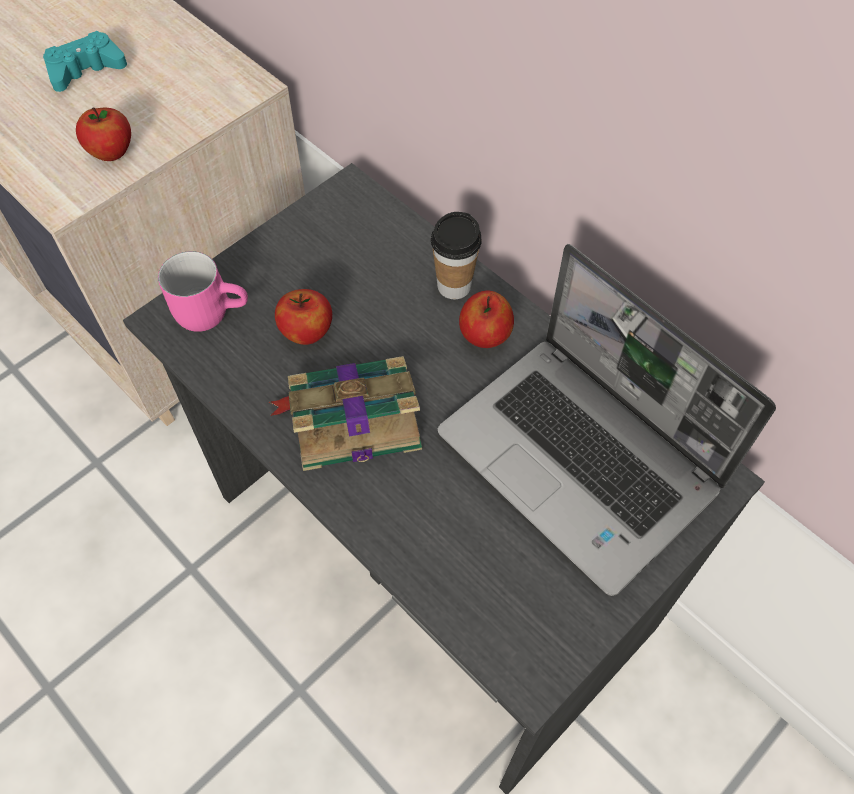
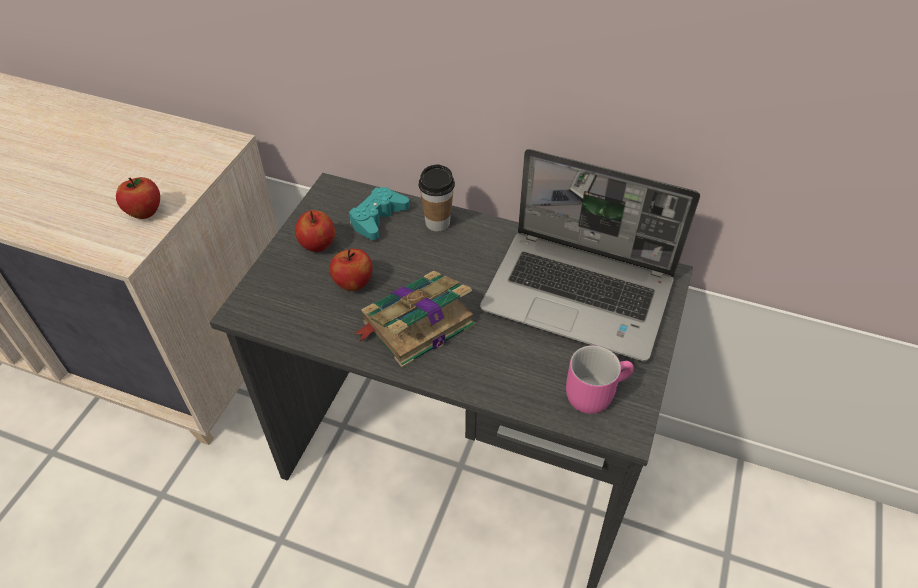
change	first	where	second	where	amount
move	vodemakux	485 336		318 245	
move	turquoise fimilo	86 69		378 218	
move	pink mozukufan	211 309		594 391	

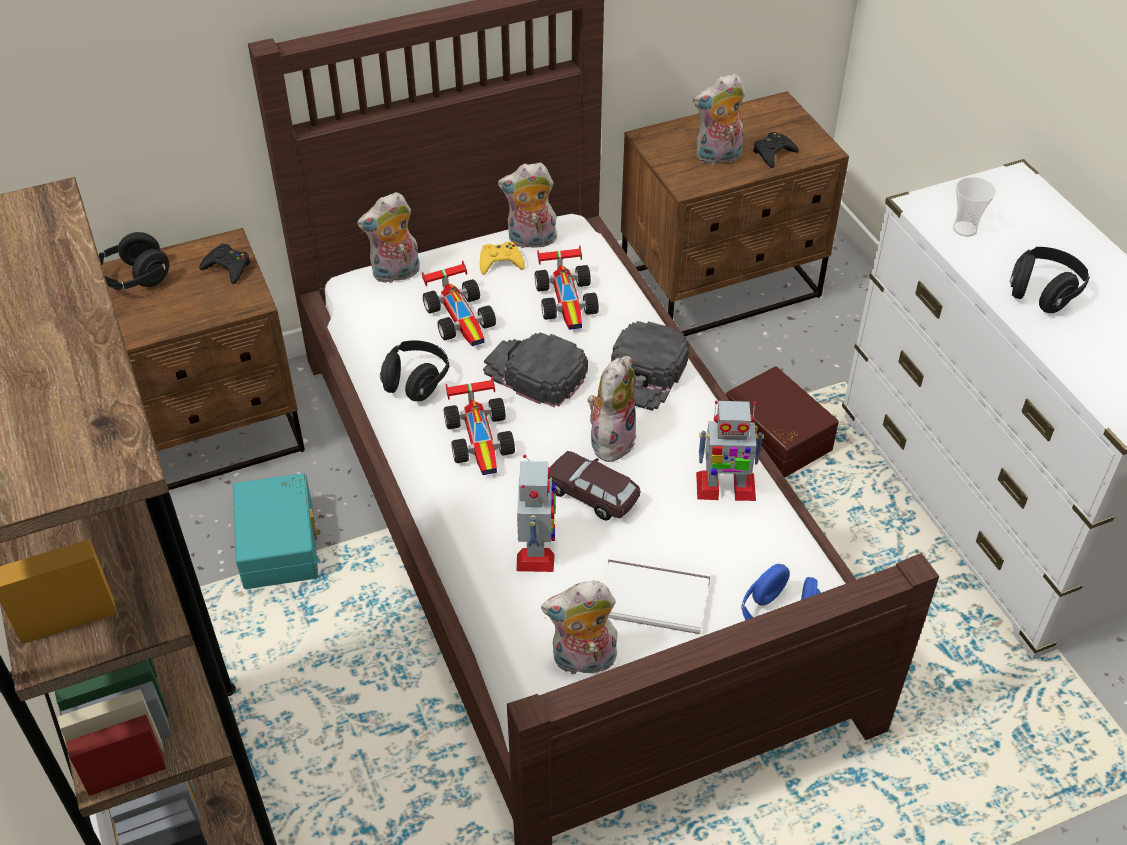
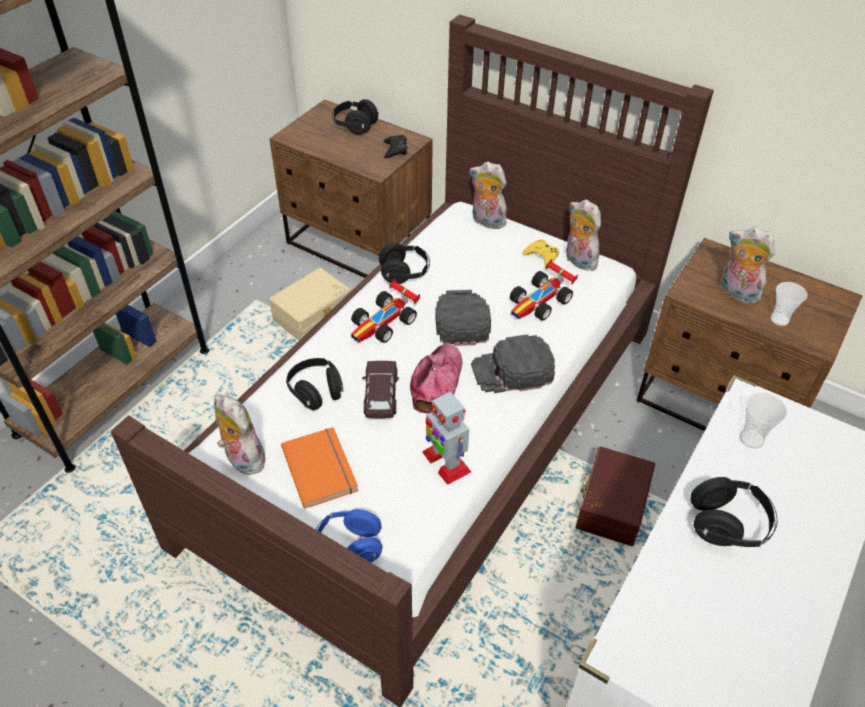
change	first	where	second	where	amount
recolor	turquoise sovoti	281 544	beige sovoti	314 316	
recolor	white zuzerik	654 593	orange zuzerik	322 468	
replace	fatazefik	536 548	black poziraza	316 392	
replace	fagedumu	610 439	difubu	437 382	
replace	black fimilo	773 153	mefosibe	779 319	
delete	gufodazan	461 317			

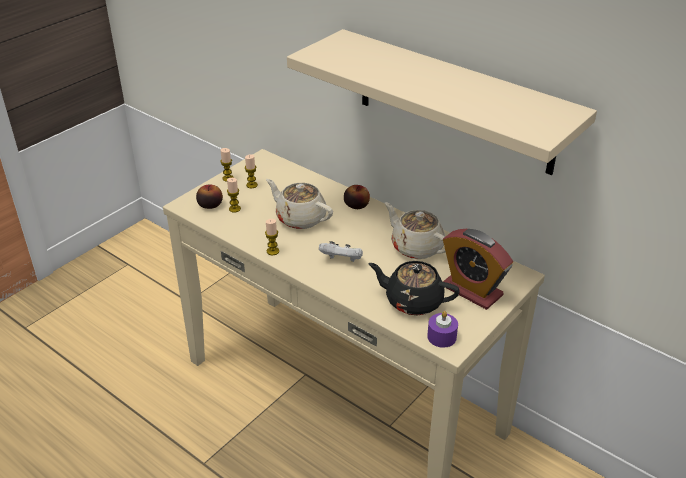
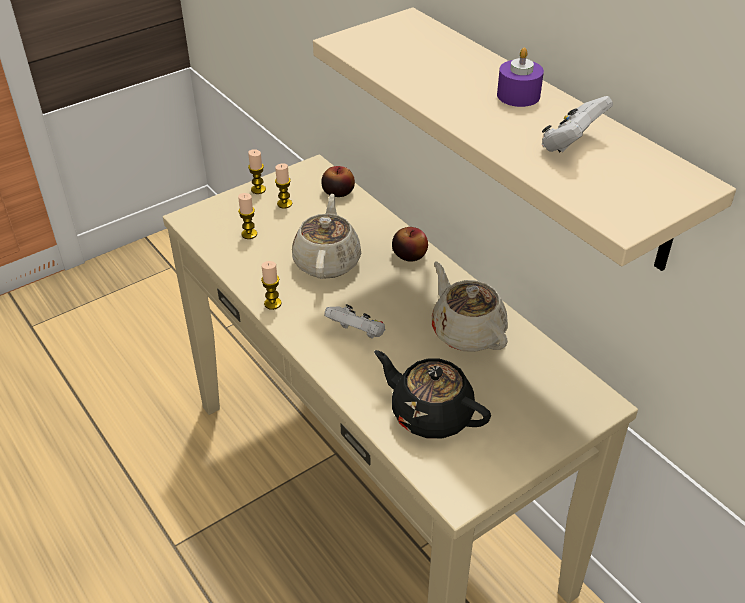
change	first	where	second	where	amount
rotate	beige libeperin	300 218		327 261	45 degrees clockwise
move	vodemakux	210 205		338 192	
move	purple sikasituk	441 337		518 95	
insert			white fimilo	571 144	
delete	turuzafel	472 290			

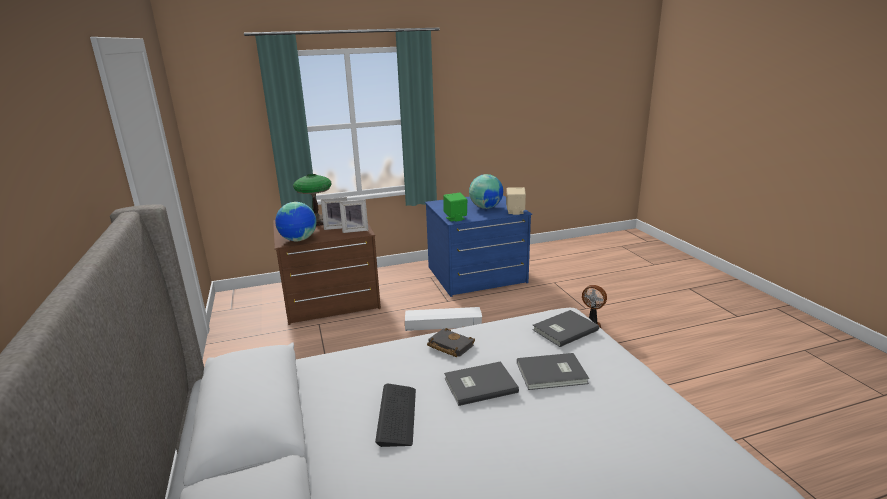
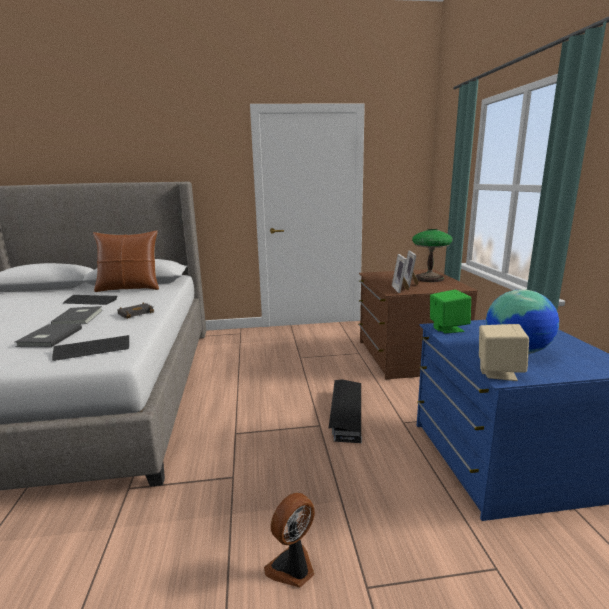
change	first	where	second	where	amount
replace	grey zuzerik	563 329	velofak	92 349	
insert			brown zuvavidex	130 288	
recolor	white sovoti	443 323	black sovoti	346 414	
delete	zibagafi	298 240			

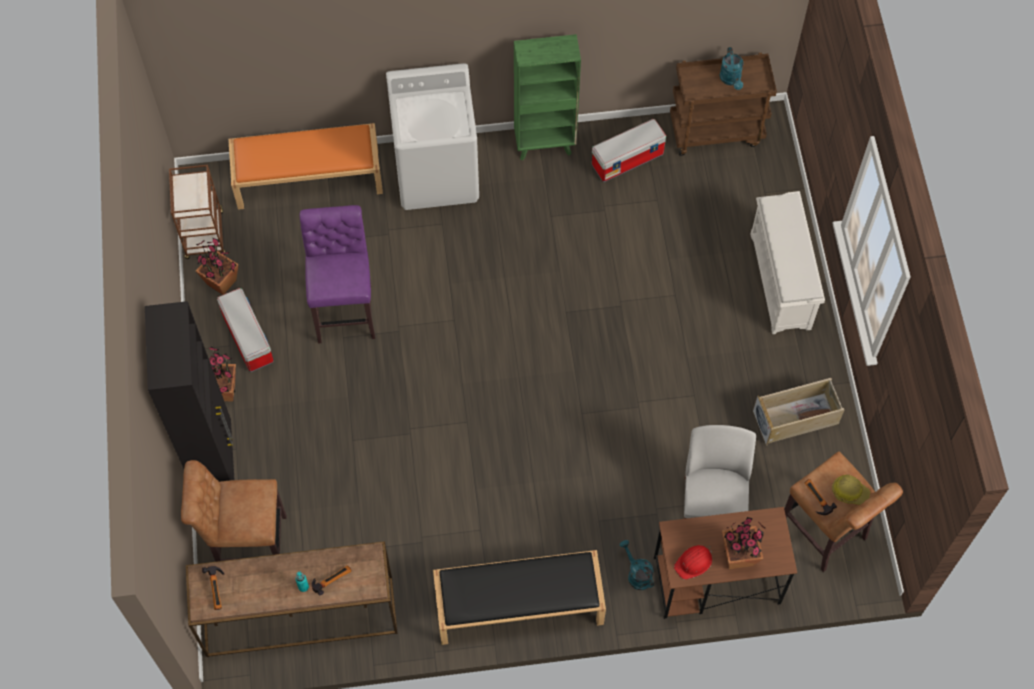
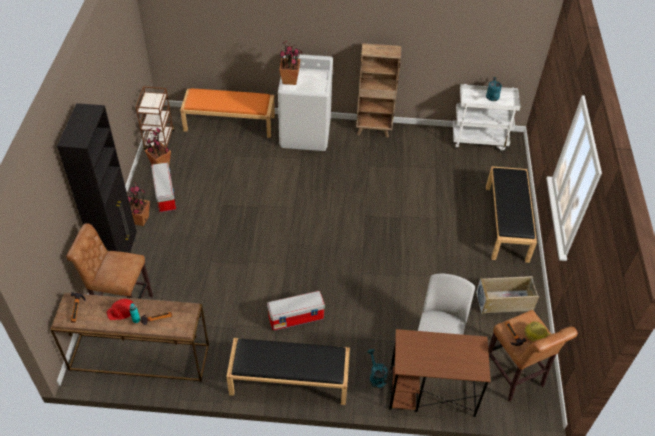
change	first	where	second	where	amount
move	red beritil	694 562		122 311	
move	sovoti	628 159		296 317	
move	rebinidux	738 556		290 80	
recolor	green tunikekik	545 145	brown tunikekik	374 130	
recolor	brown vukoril	716 130	white vukoril	479 140	
replace	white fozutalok	781 282	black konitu	507 223	
delete	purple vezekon	345 309			

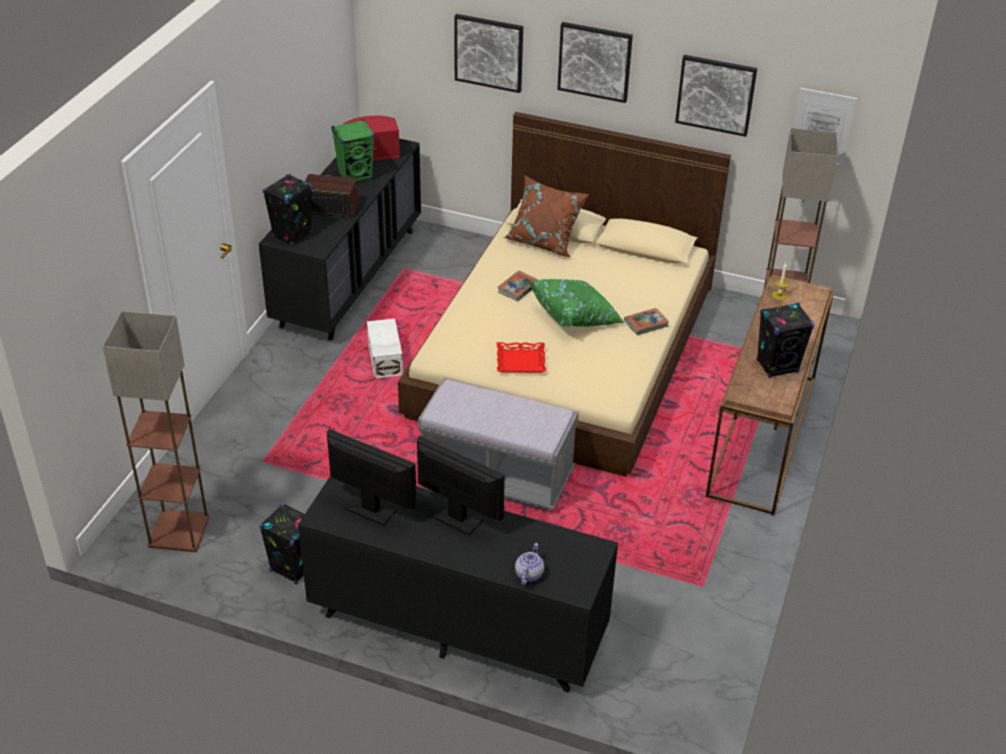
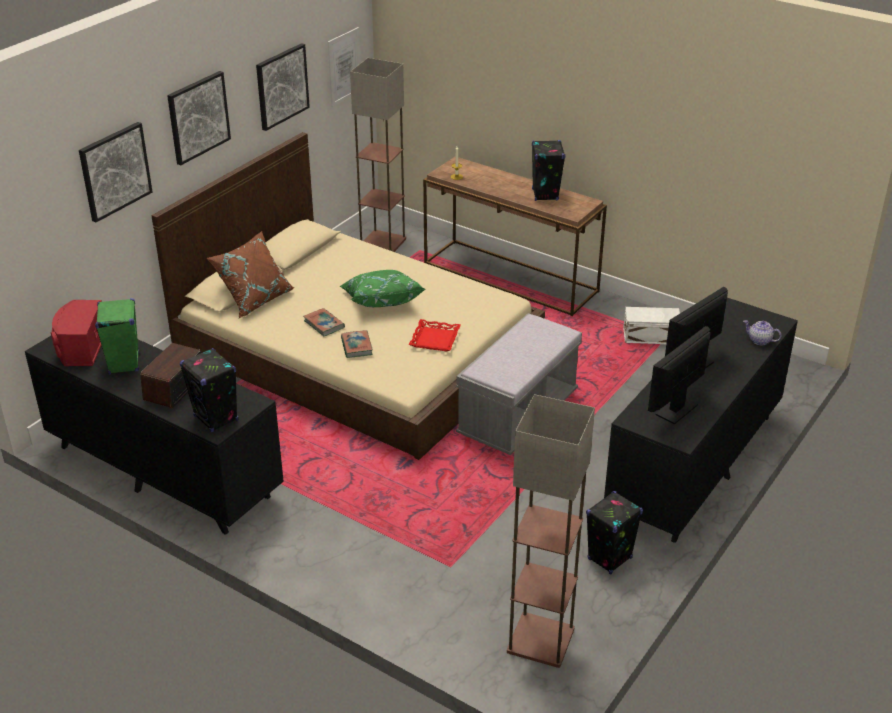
change	first	where	second	where	amount
move	zuzerik	646 324		356 346	
move	white sovoti	384 360		651 337	

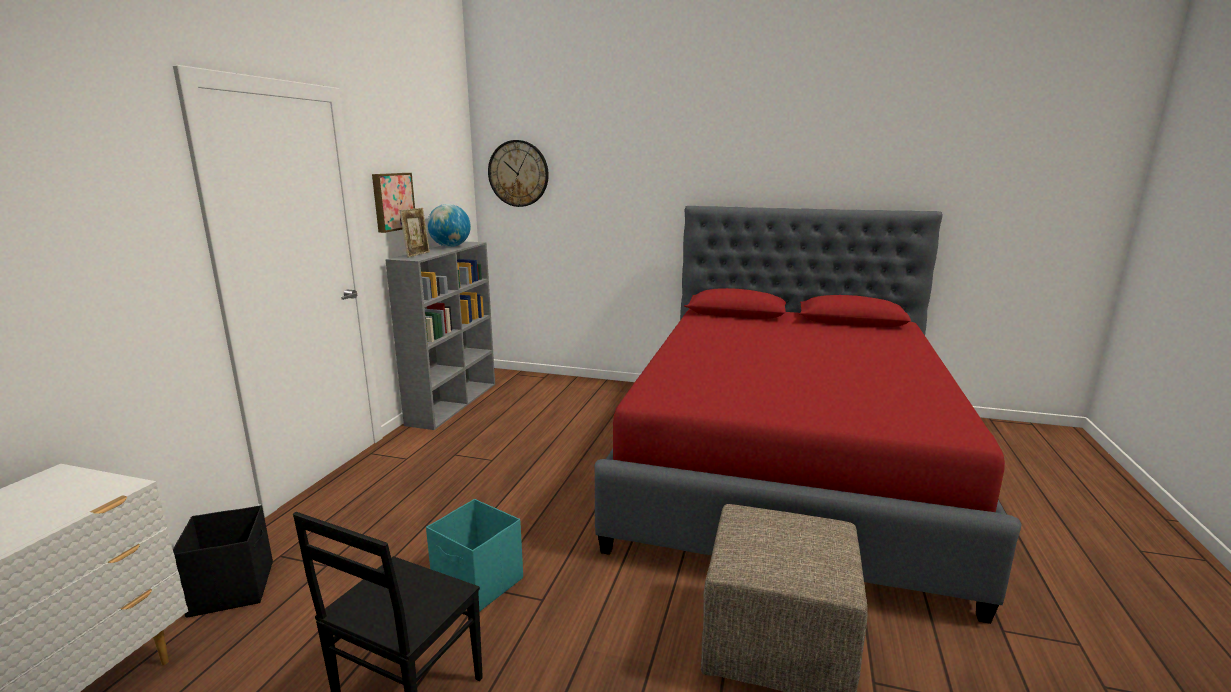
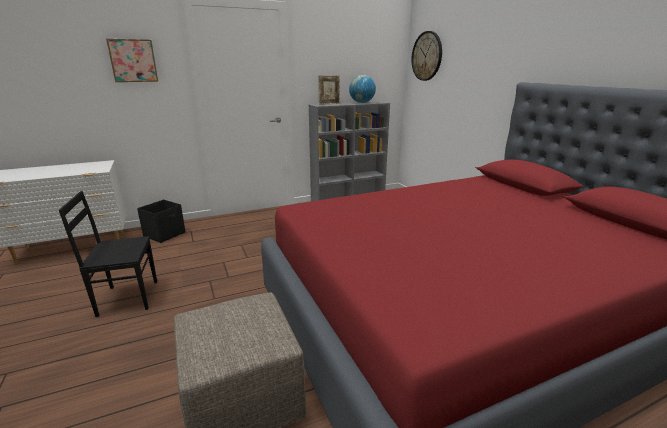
change	first	where	second	where	amount
move	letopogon	392 201		133 60	
delete	turquoise sovoti	478 583			

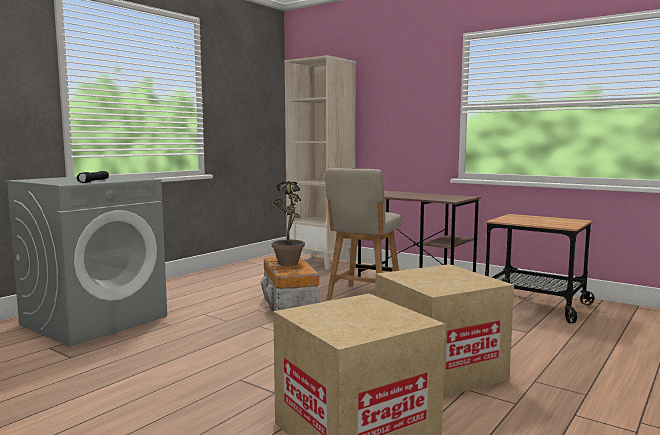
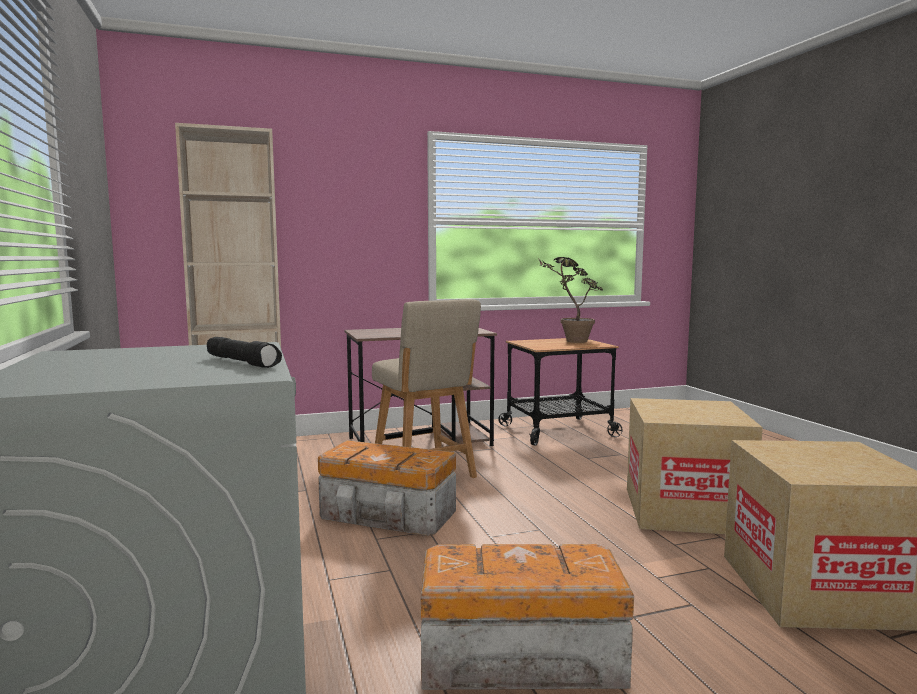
change	first	where	second	where	amount
insert			sovoti	517 656	
move	rebinidux	288 262		569 340	

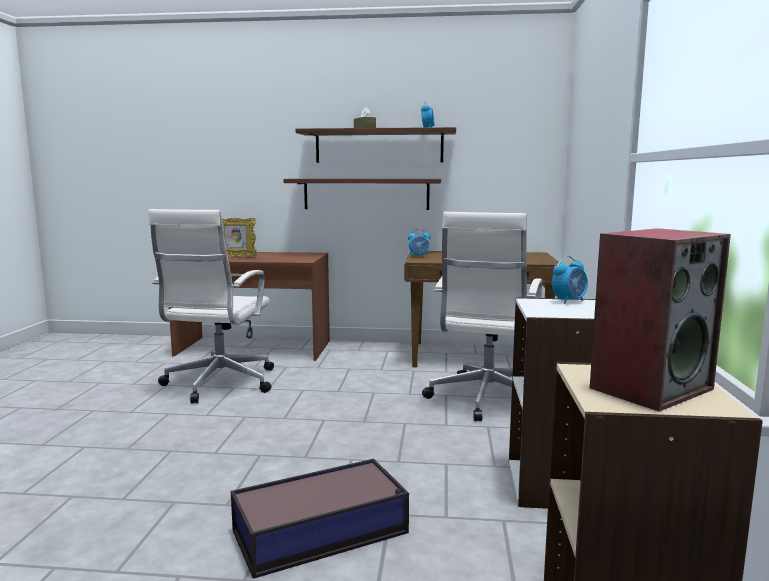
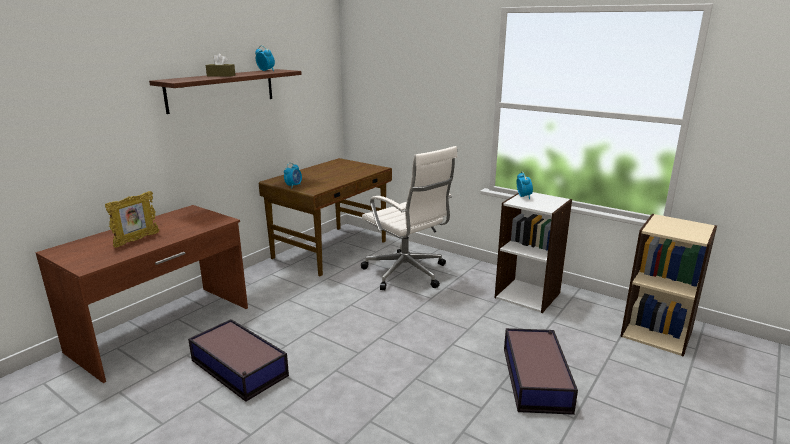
change	first	where	second	where	amount
replace	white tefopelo	218 384	sovoti	239 368	
delete	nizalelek	366 194			
delete	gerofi	650 388			

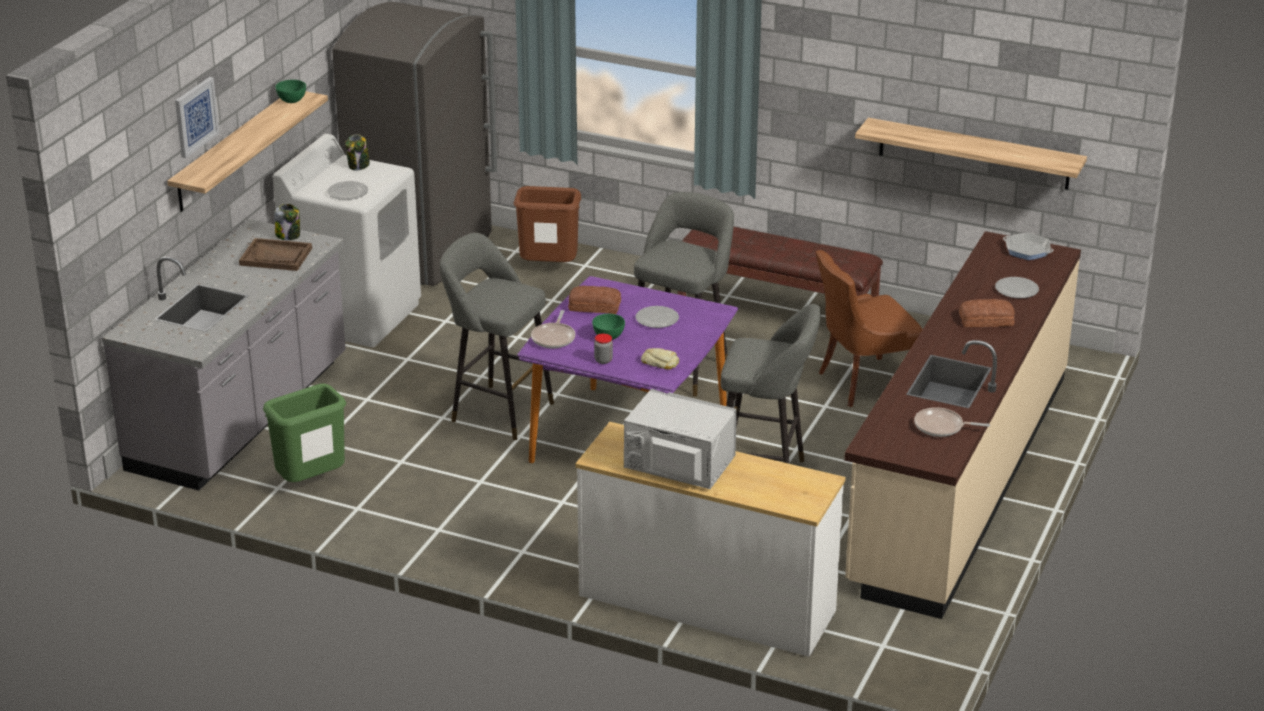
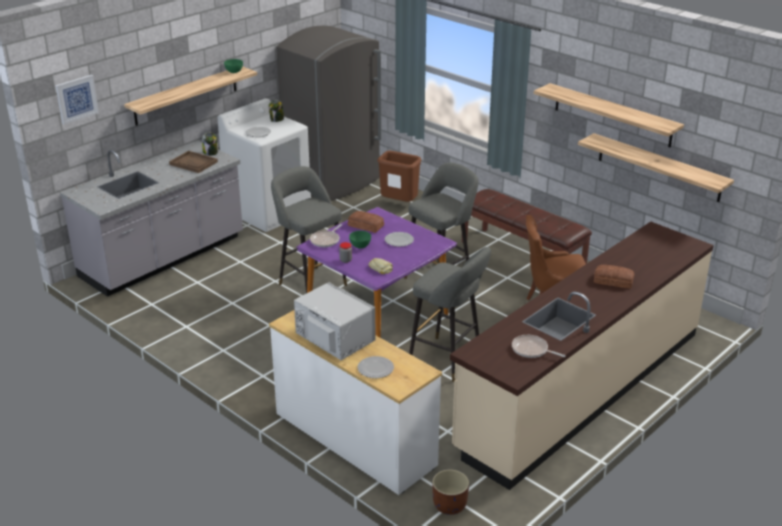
change	first	where	second	where	amount
move	letopogon	195 117		76 99	
move	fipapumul	1017 290		376 369	
insert			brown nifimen	449 506	
insert			nizalelek	612 115	
delete	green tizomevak	311 483			
delete	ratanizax	1027 250			

